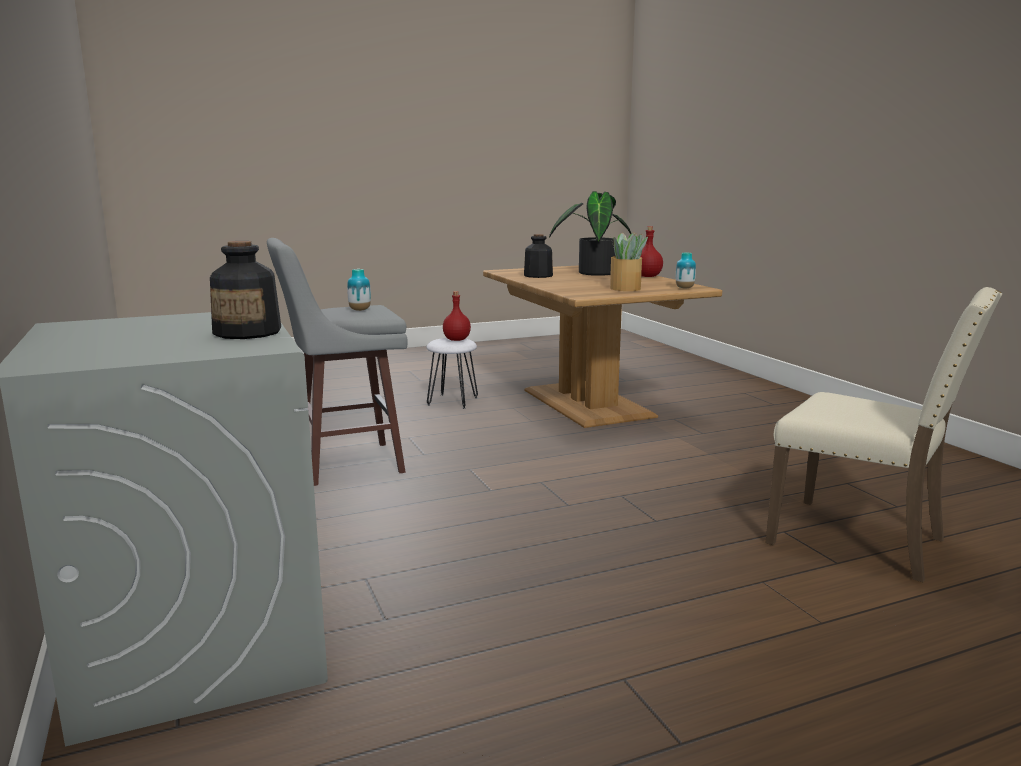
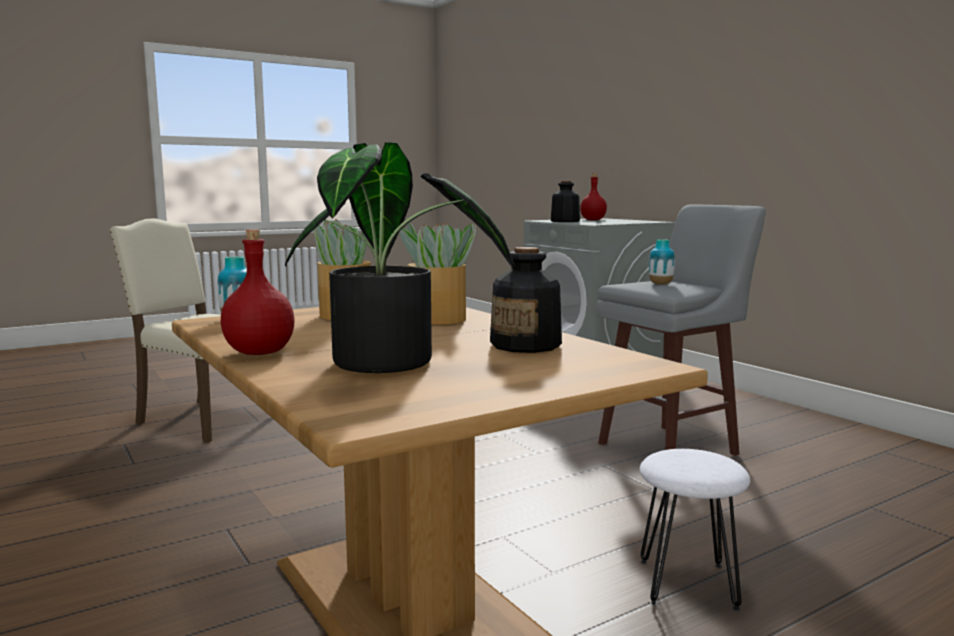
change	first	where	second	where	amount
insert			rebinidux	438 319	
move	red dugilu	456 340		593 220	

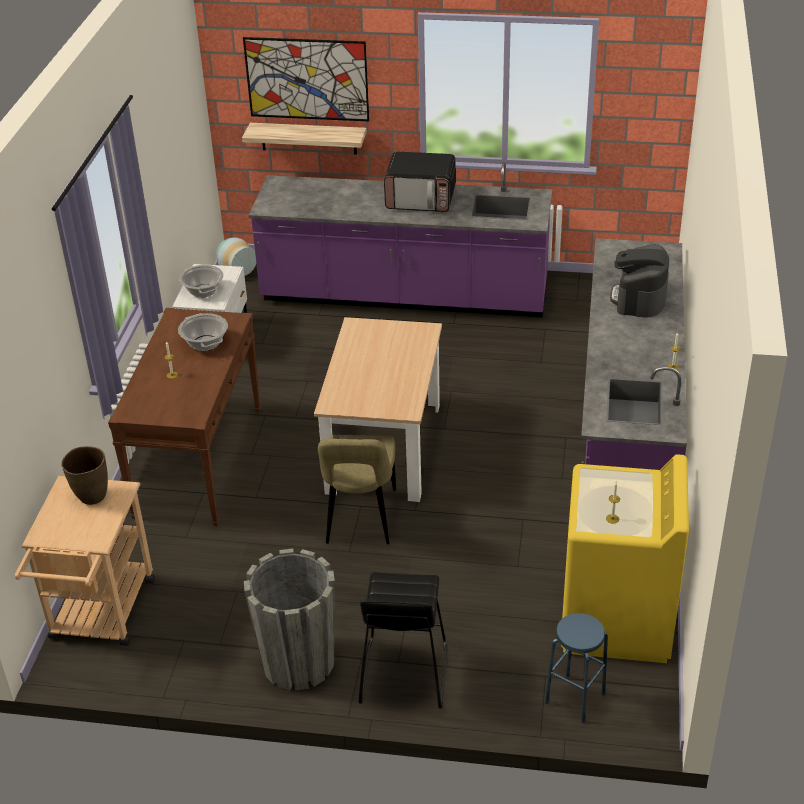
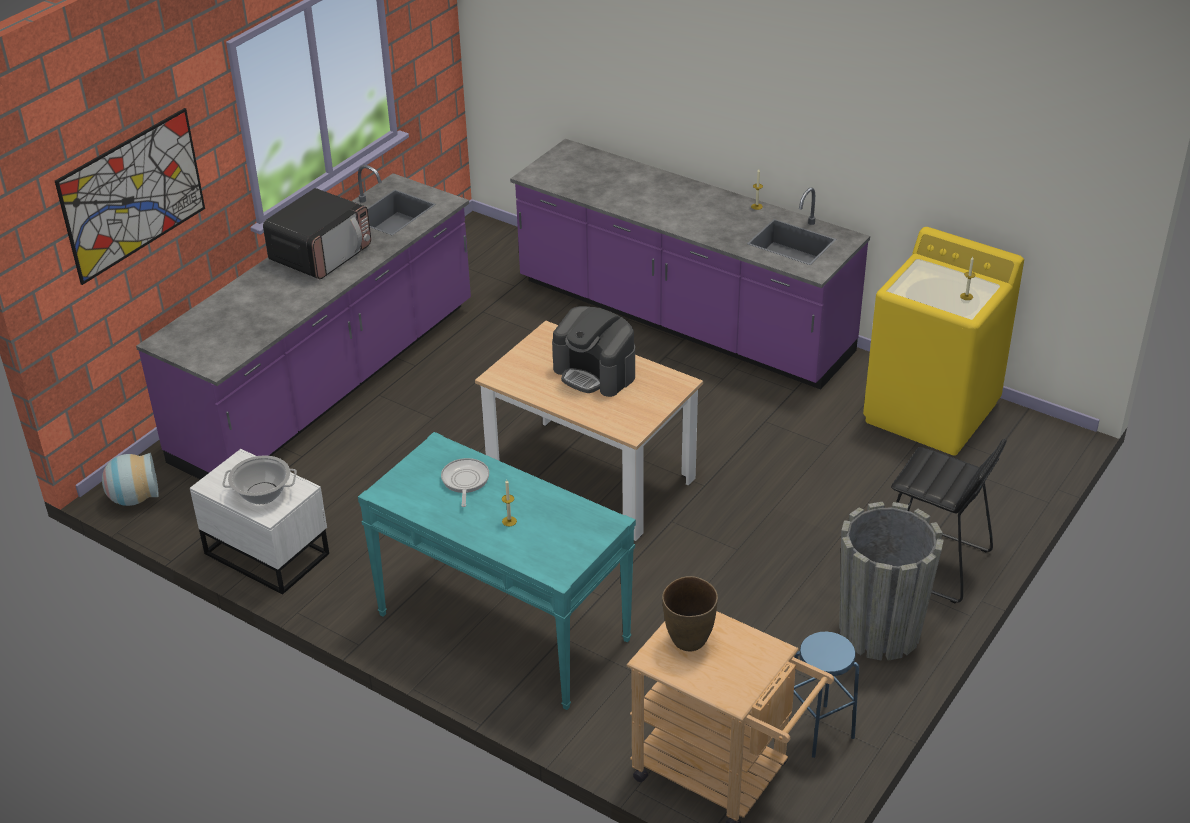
change	first	where	second	where	amount
recolor	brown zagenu	199 461	turquoise zagenu	502 627	
replace	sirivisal	205 343	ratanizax	465 481	
move	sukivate	639 298		595 373	
move	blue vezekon	575 698		819 730	
delete	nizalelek	308 138			
delete	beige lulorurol	360 519			

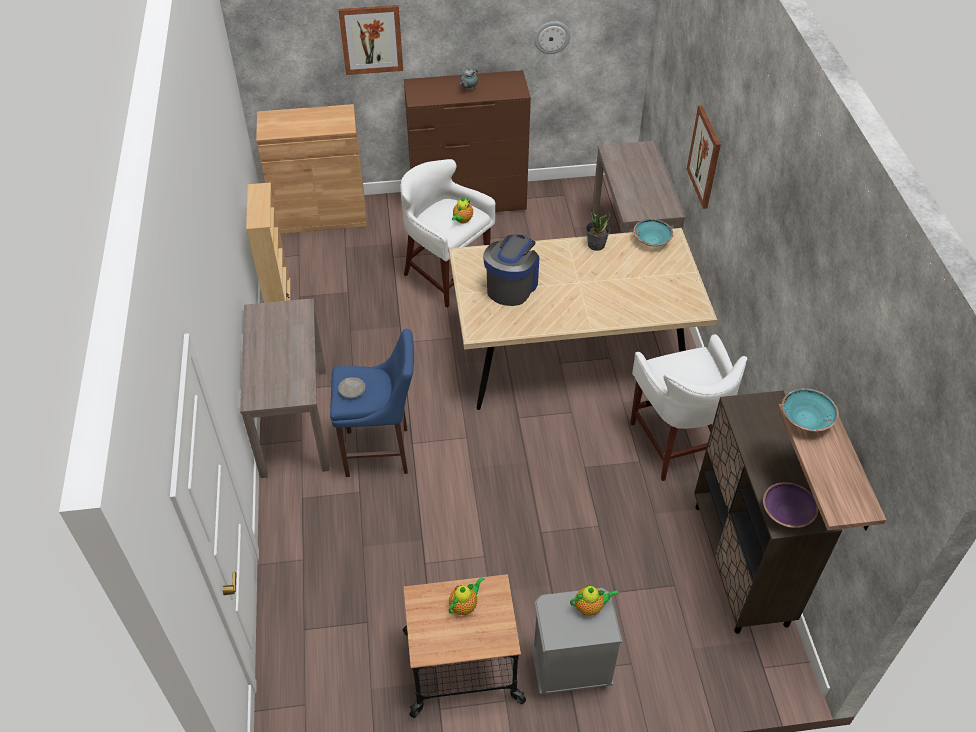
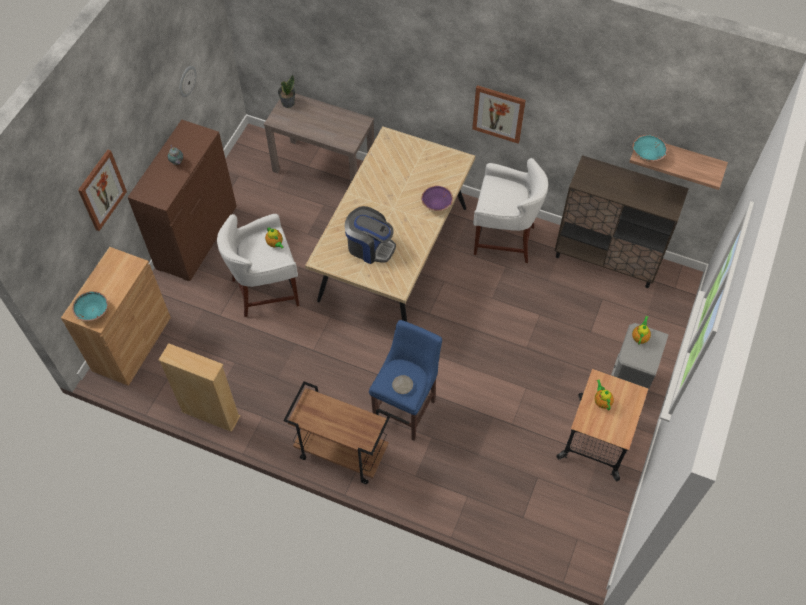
change	first	where	second	where	amount
move	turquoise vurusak	651 240		92 311	
move	rebinidux	596 244		288 103	
replace	brown zagenu	294 420	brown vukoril	341 452	
rotate	sukivate	511 286		370 247	150 degrees clockwise
move	purple vurusak	786 513		437 204	
move	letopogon	705 157		498 113	

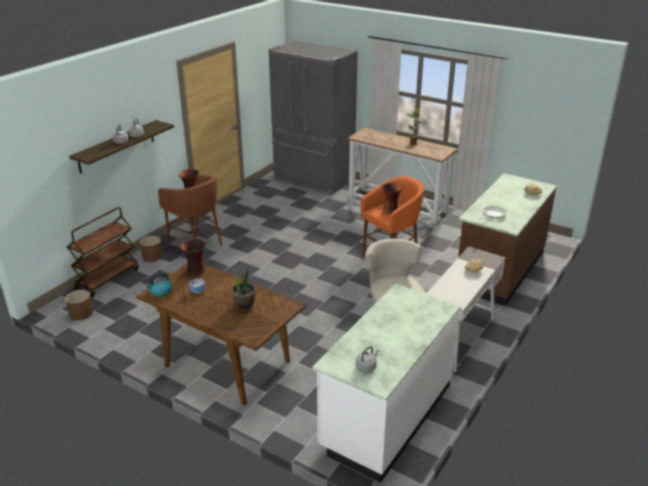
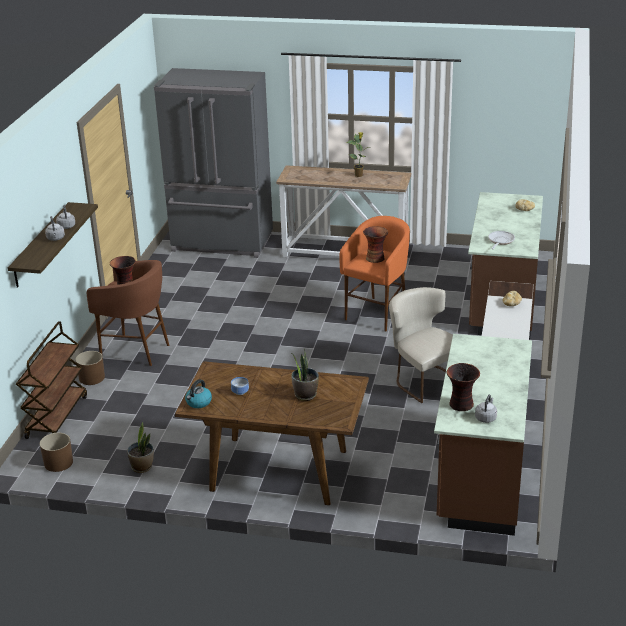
change	first	where	second	where	amount
insert			rebinidux	142 467	
recolor	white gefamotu	385 415	brown gefamotu	480 475	
move	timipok	196 271		461 405	

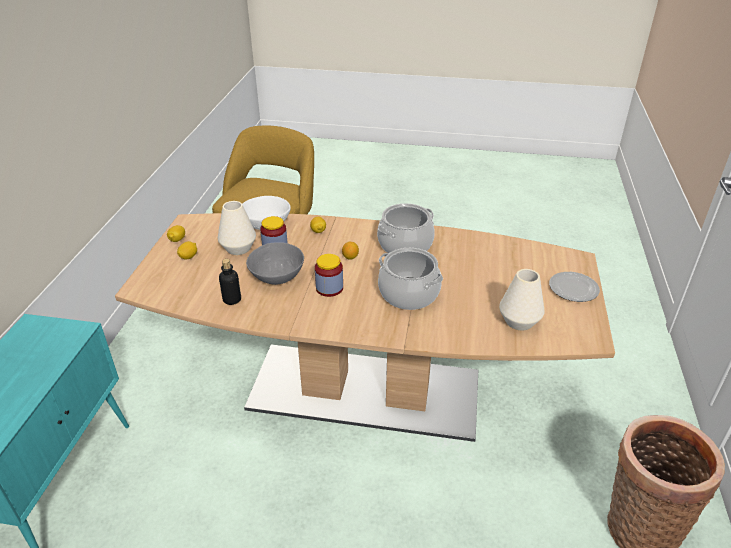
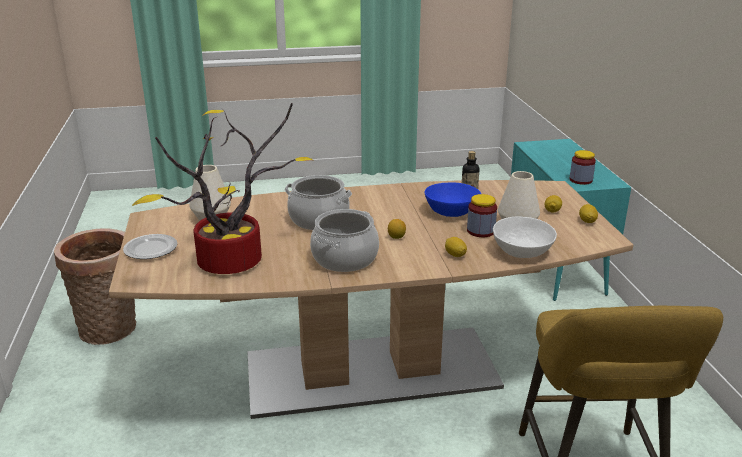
change	first	where	second	where	amount
insert			rebinidux	229 265	
recolor	grey vurusak	277 276	blue vurusak	451 211	
move	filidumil	329 288		580 180	

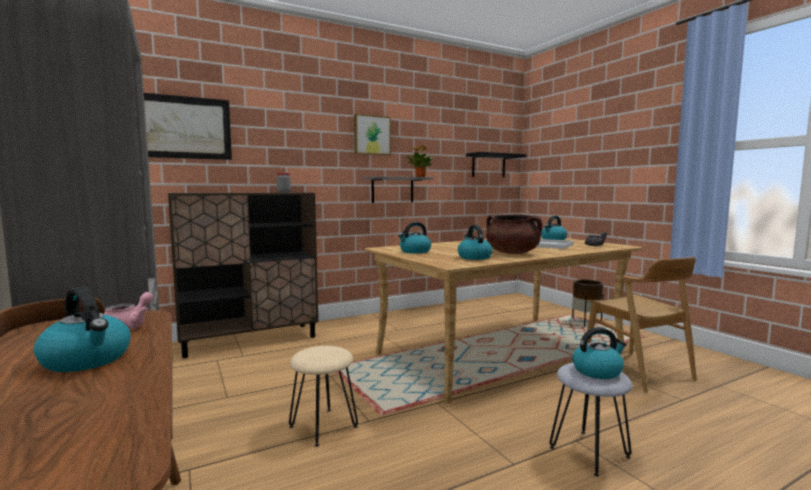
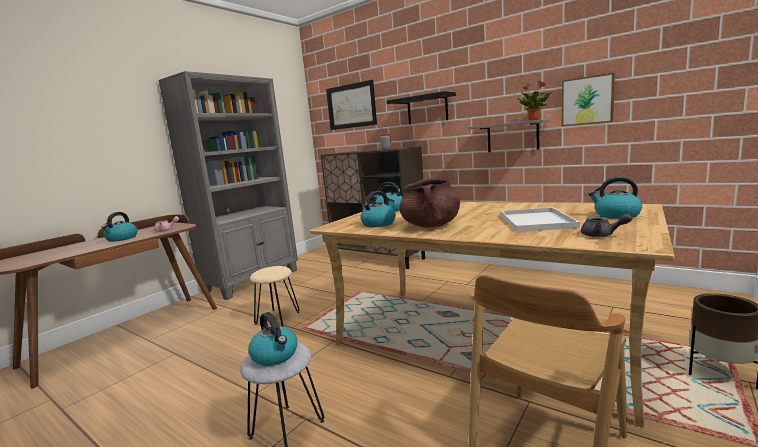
change	first	where	second	where	amount
move	black nizalelek	488 166		427 109	
move	letopogon	371 135		587 100	

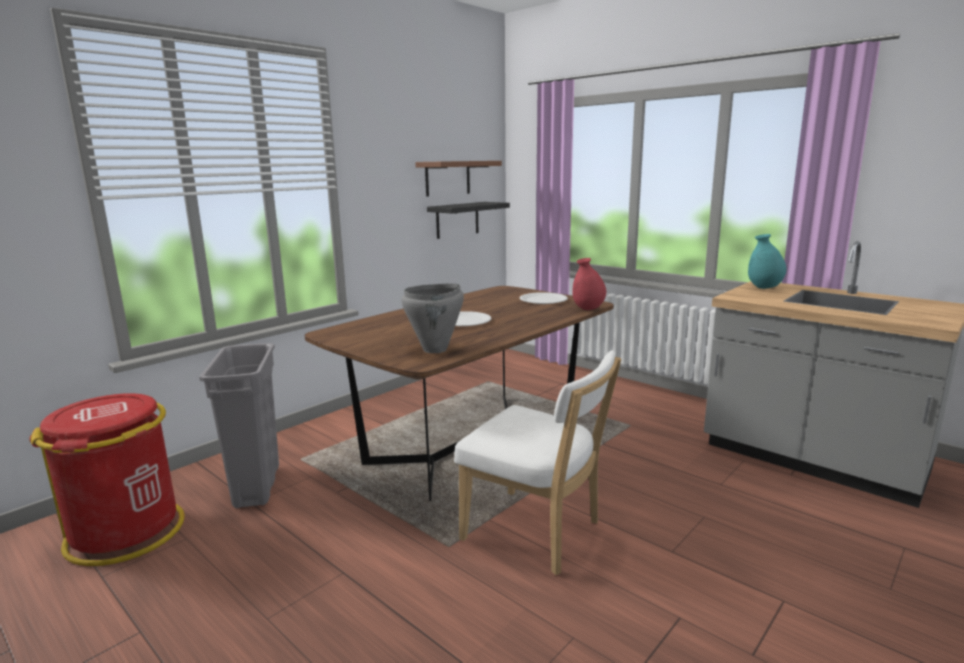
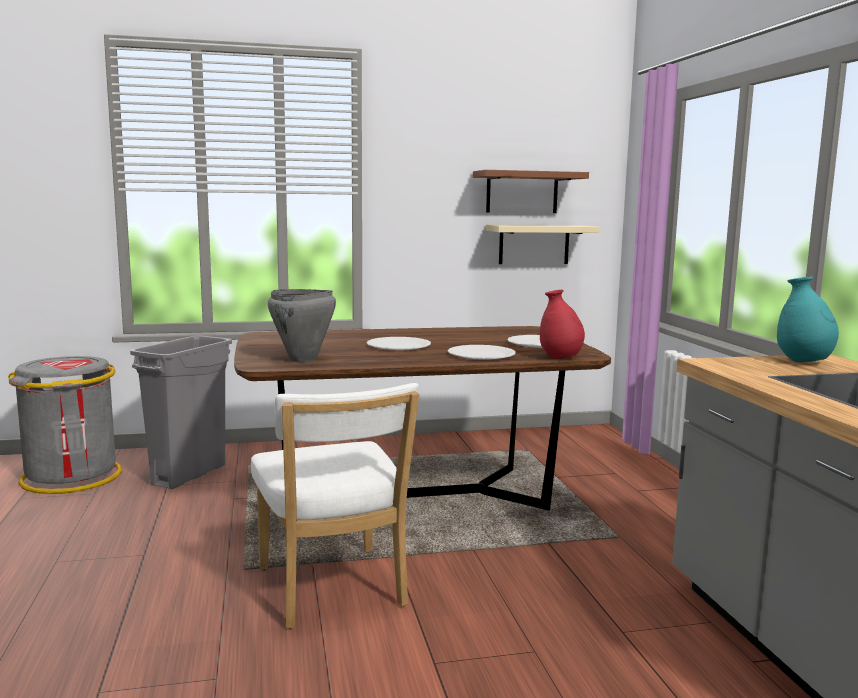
change	first	where	second	where	amount
recolor	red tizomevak	127 532	grey tizomevak	71 477	
insert			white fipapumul	481 354	
recolor	black nizalelek	457 220	beige nizalelek	534 244	

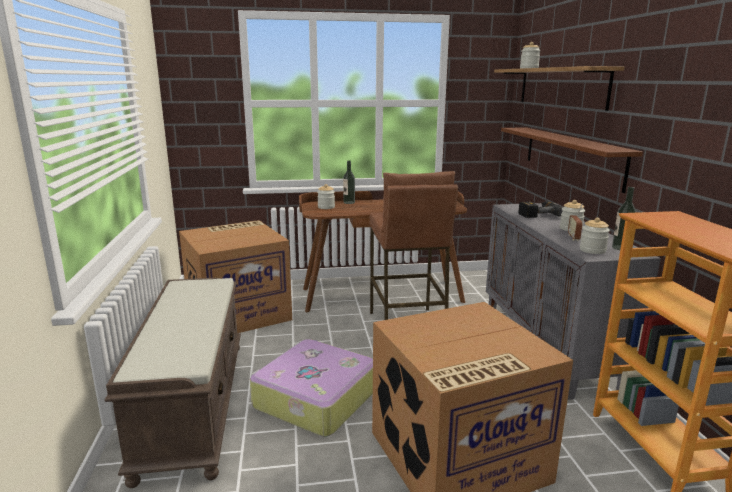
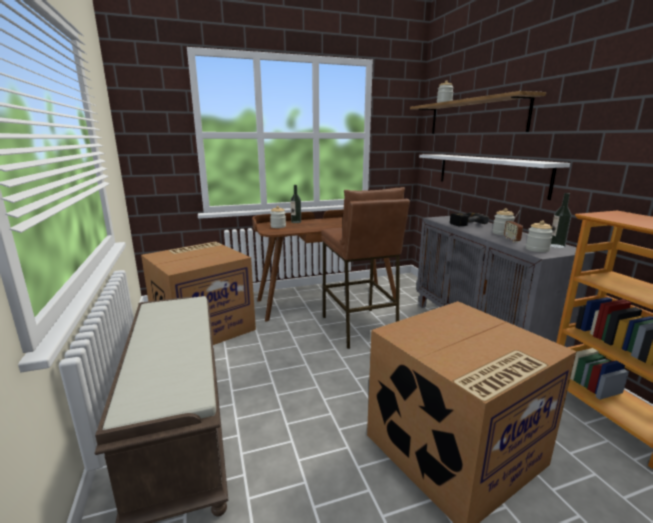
change	first	where	second	where	amount
recolor	brown nizalelek	571 155	white nizalelek	488 173	
delete	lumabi	314 399			

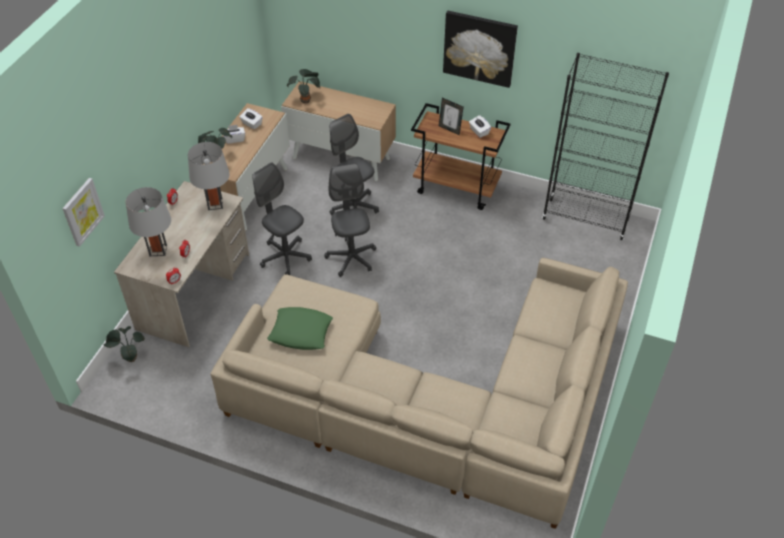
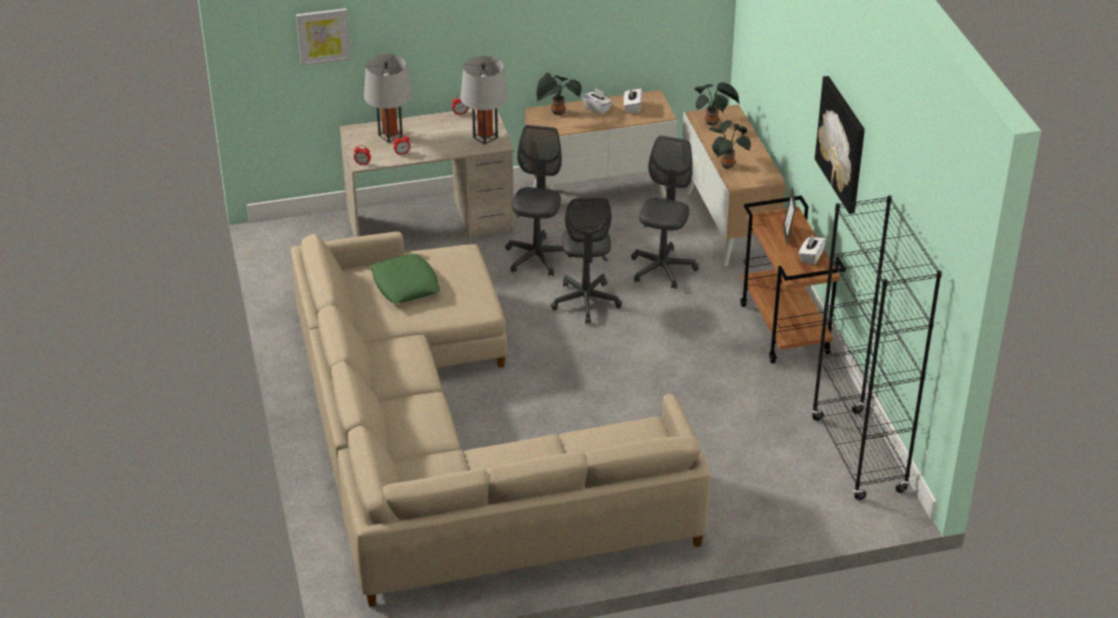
change	first	where	second	where	amount
rotate	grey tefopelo	351 258		586 302	135 degrees clockwise
move	rebinidux	130 358		726 164	

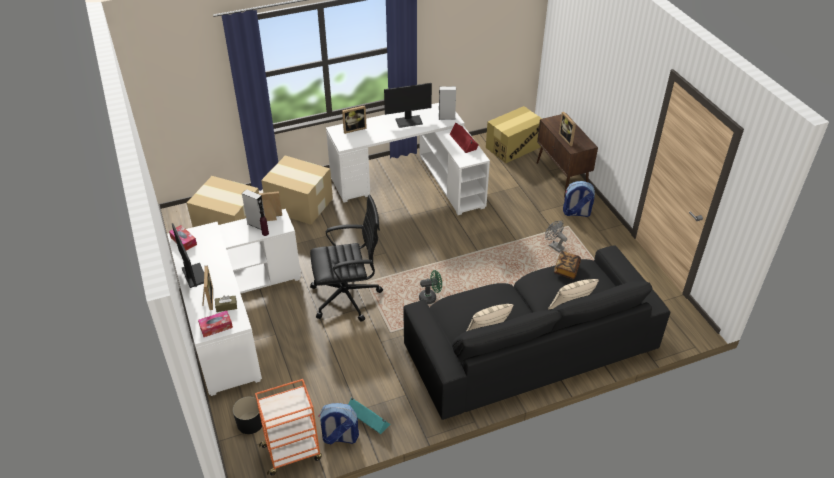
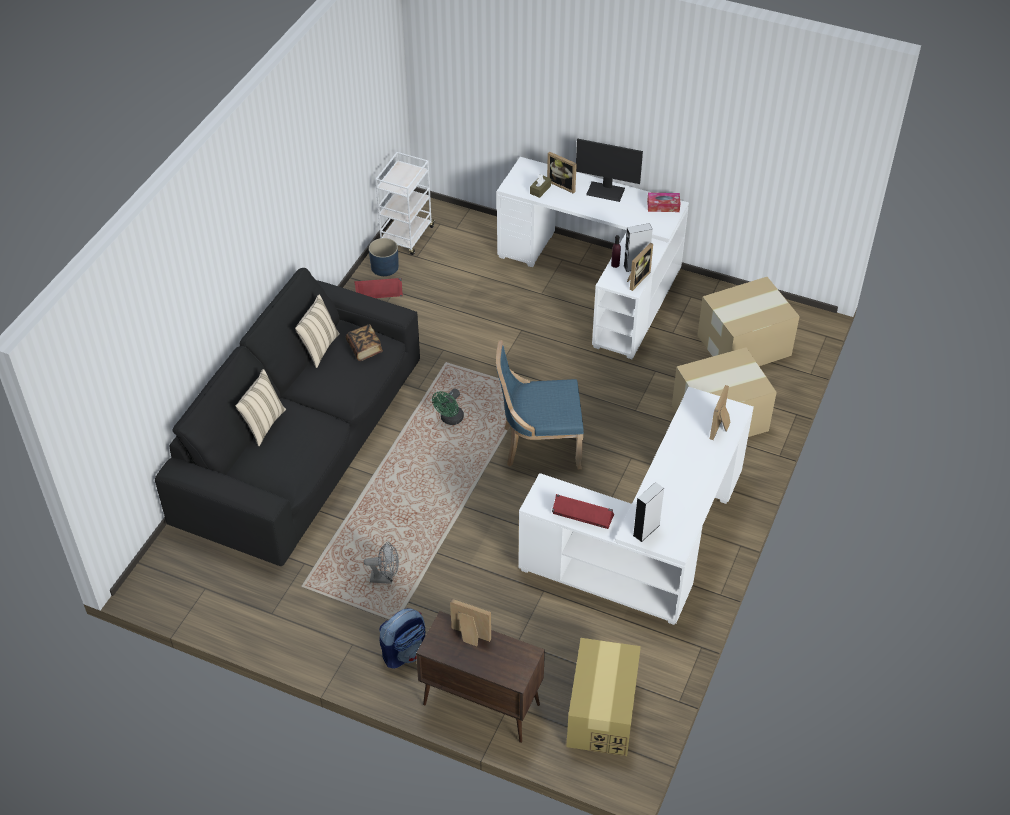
change	first	where	second	where	amount
move	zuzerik	566 269		365 349	
recolor	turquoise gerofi	367 419	red gerofi	379 290	
replace	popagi	339 437	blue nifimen	384 267	
recolor	orange vukoril	292 452	white vukoril	407 237	
insert			blue lulorurol	538 445	
delete	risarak	216 327			
delete	black nifimen	250 422			
delete	black tefopelo	348 297			
delete	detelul	409 121			

